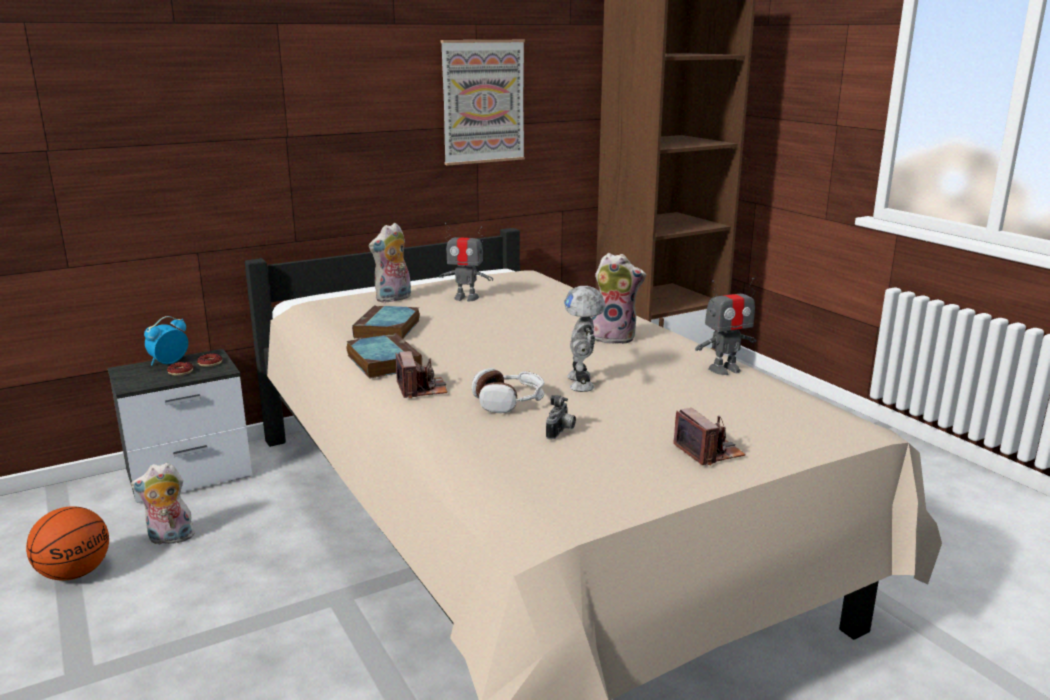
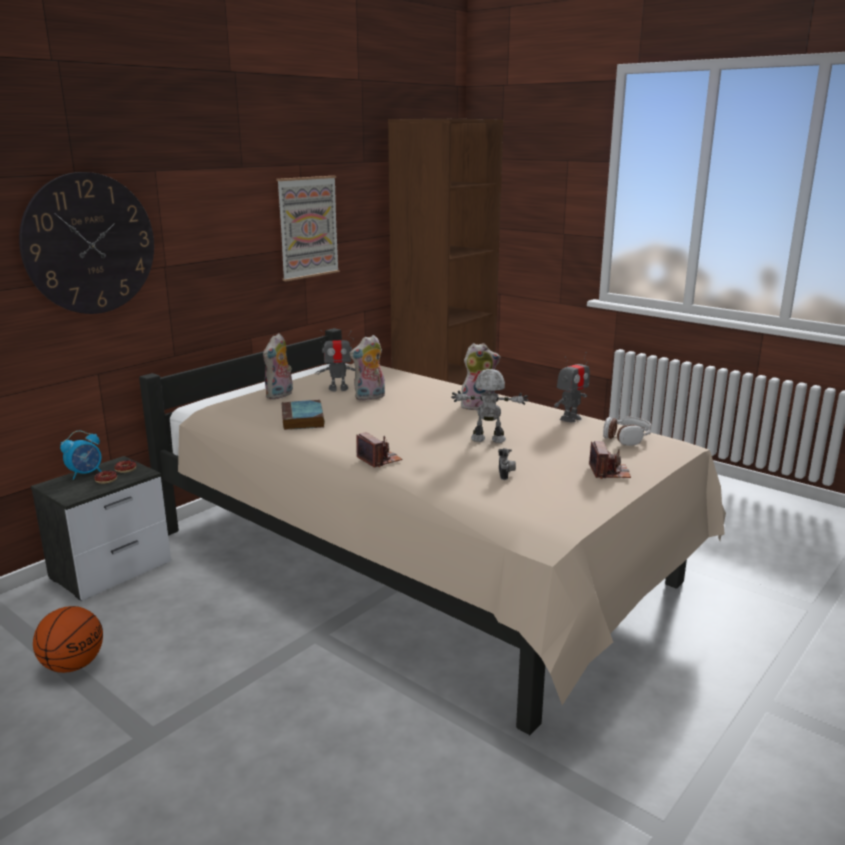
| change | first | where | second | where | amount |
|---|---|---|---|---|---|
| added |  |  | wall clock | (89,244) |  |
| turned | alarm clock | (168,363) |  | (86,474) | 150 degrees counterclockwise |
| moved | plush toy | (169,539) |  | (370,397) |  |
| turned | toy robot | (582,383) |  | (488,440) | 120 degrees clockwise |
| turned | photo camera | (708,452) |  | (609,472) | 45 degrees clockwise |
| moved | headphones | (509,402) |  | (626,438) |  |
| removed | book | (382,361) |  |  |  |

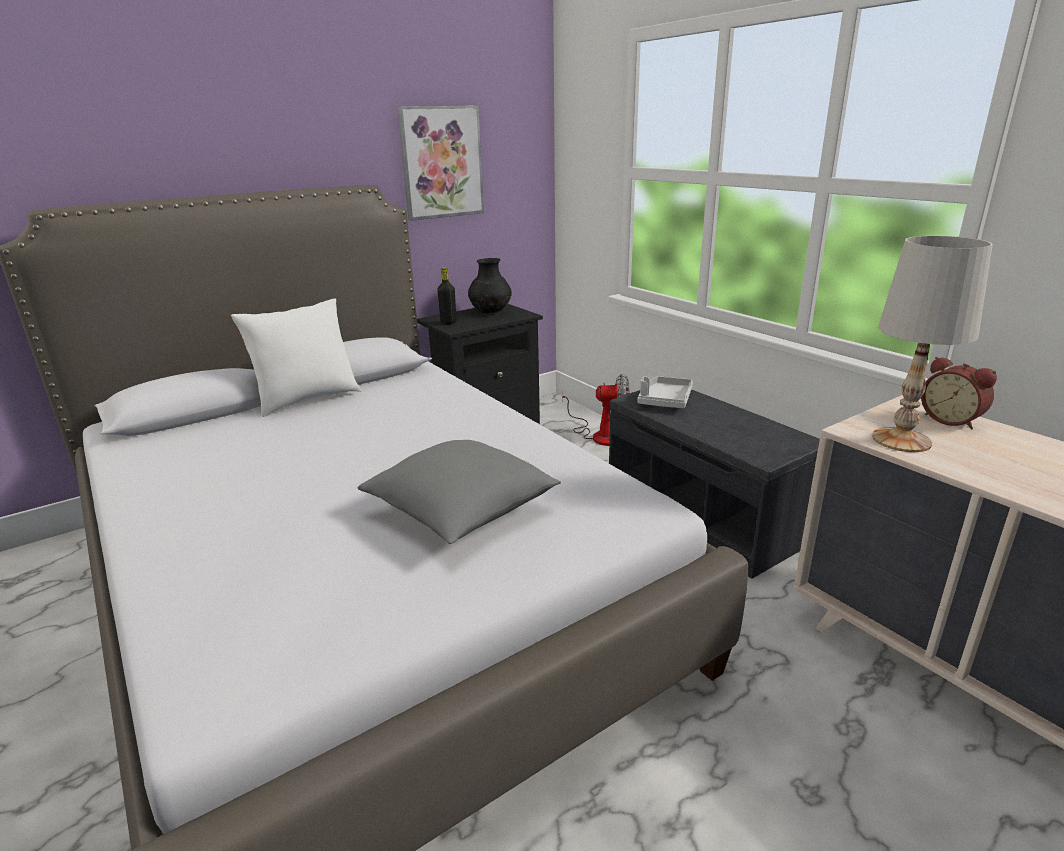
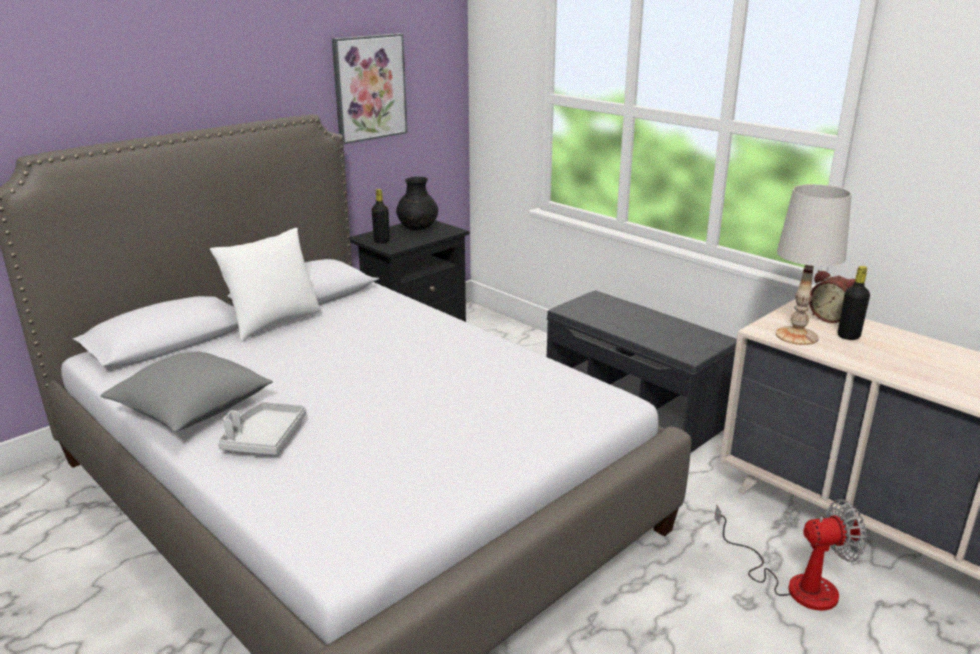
| change | first | where | second | where | amount |
|---|---|---|---|---|---|
| moved | grey pillow | (462,512) |  | (192,411) |  |
| moved | grey tray | (665,400) |  | (264,438) |  |
| moved | fan | (600,435) |  | (795,583) |  |
| added |  |  | black bottle | (848,336) |  |

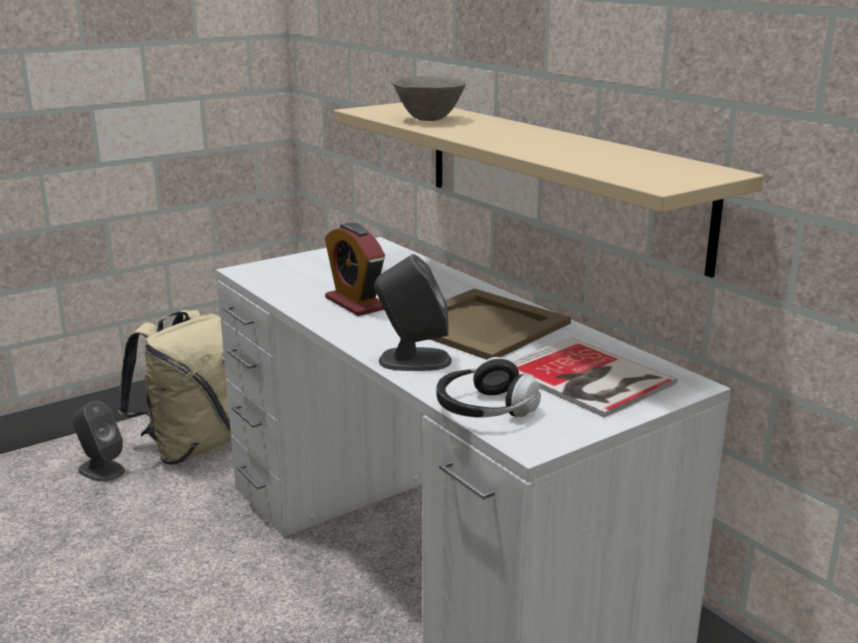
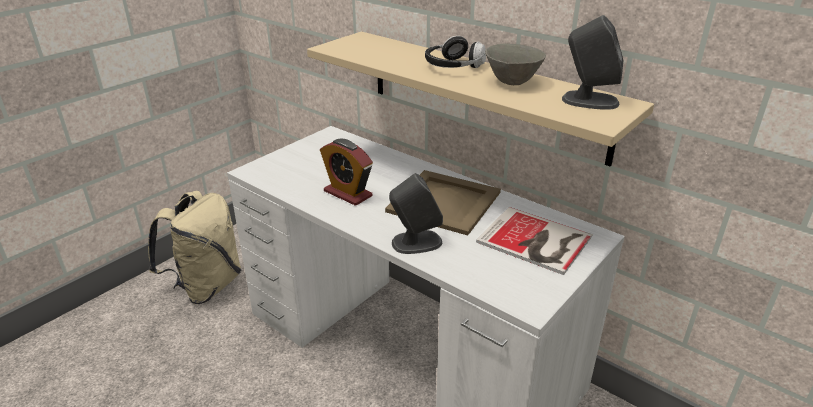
| change | first | where | second | where | amount |
|---|---|---|---|---|---|
| moved | headphones | (484,409) |  | (453,66) |  |
| moved | grey bowl | (429,119) |  | (513,82) |  |
| moved | grey speaker | (101,470) |  | (589,101) |  |

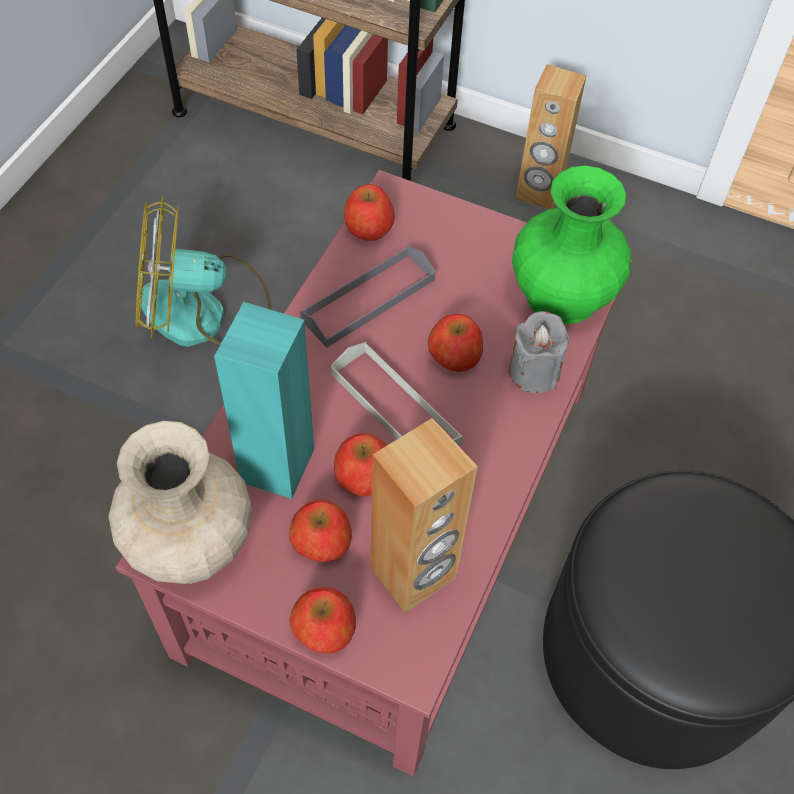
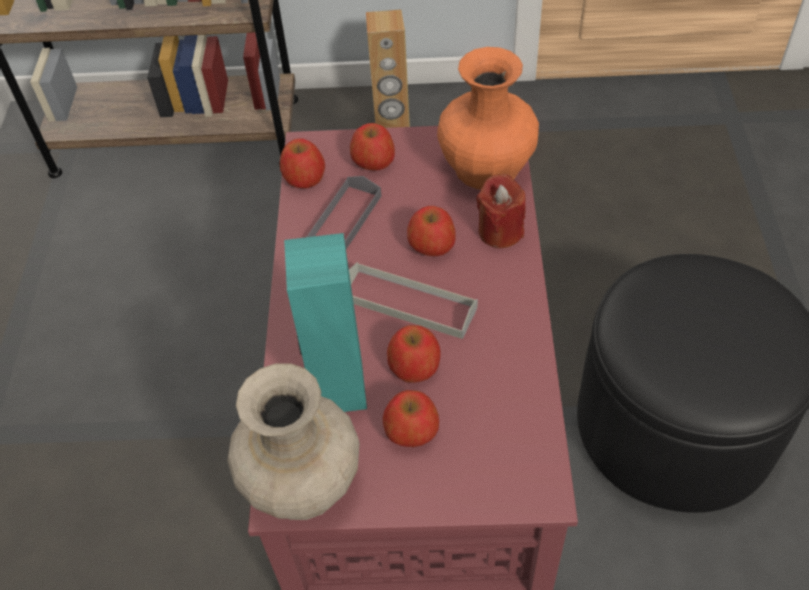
| change | first | where | second | where | amount |
|---|---|---|---|---|---|
| moved | apple | (324,628) |  | (373,161) |  |
| recoloured | green vase | (561,293) | orange vase | (485,166) |  |
| recoloured | grey candle | (534,372) | red candle | (500,231) |  |
| removed | fan | (204,313) |  |  |  |
| removed | brown speaker | (414,574) |  |  |  |

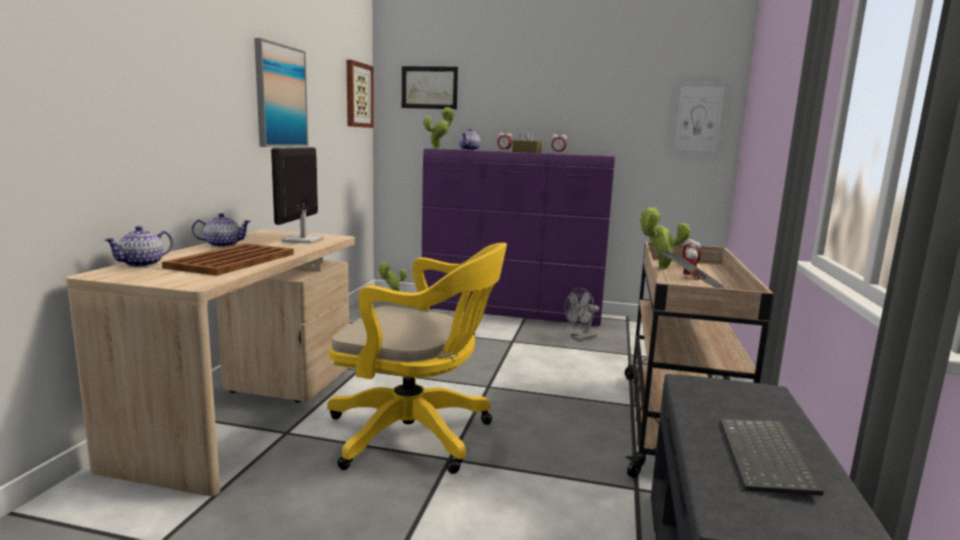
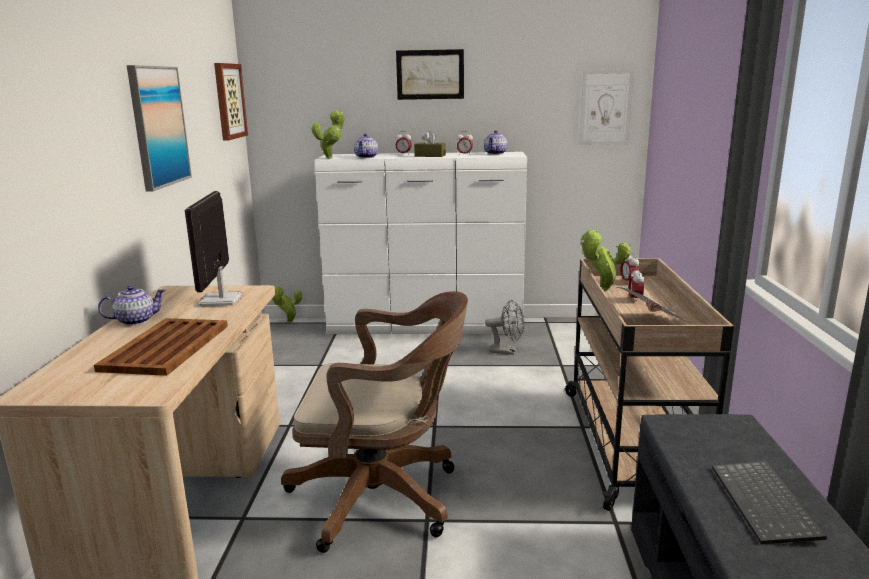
| change | first | where | second | where | amount |
|---|---|---|---|---|---|
| recoloured | yellow office chair | (417,435) | brown office chair | (383,497) |  |
| recoloured | purple dresser | (512,313) | white dresser | (426,328) |  |
| moved | picture | (429,87) |  | (430,74) |  |
| moved | teapot | (143,264) |  | (496,153) |  |
| turned | grey fan | (580,338) |  | (507,351) | 120 degrees counterclockwise |

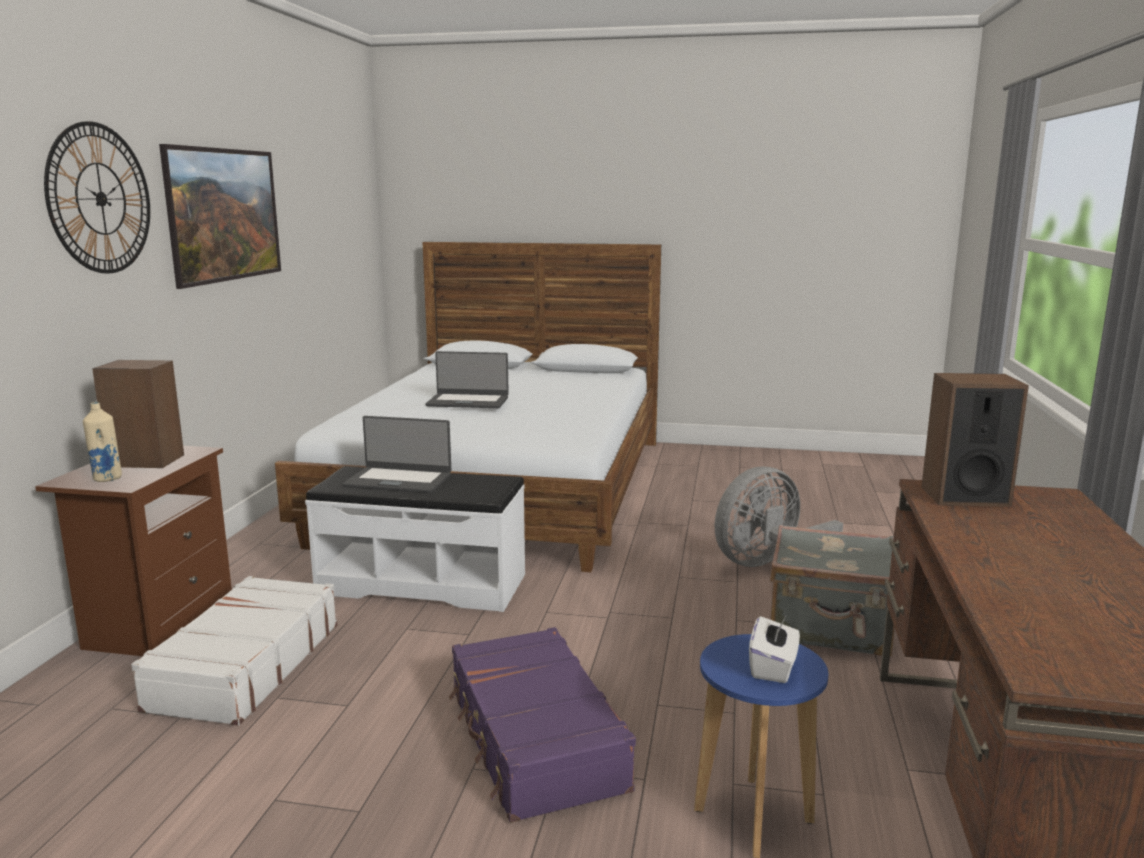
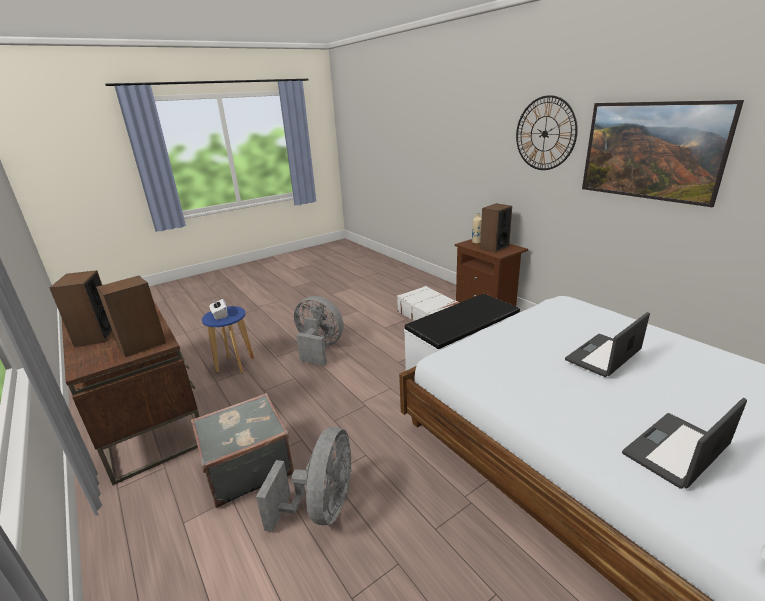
| change | first | where | second | where | amount |
|---|---|---|---|---|---|
| added |  |  | speaker | (95,336) |  |
| replaced | purple suitcase | (534,740) | grey fan | (319,348) |  |
| moved | laptop | (399,480) |  | (677,450) |  |

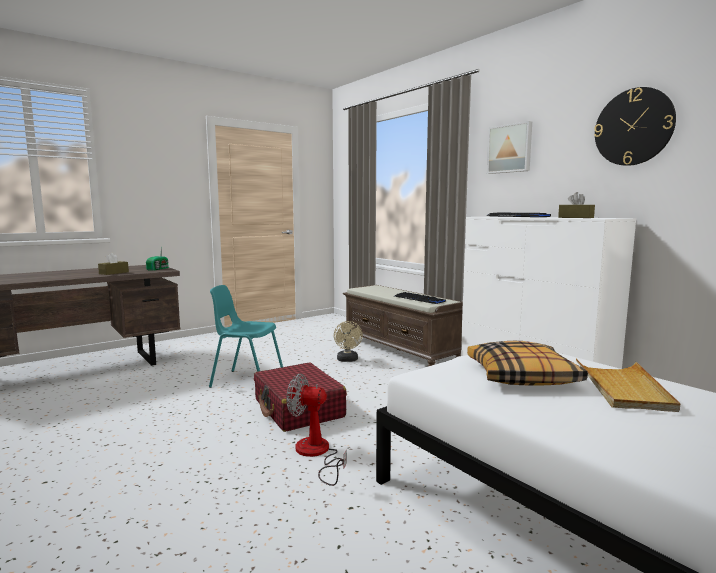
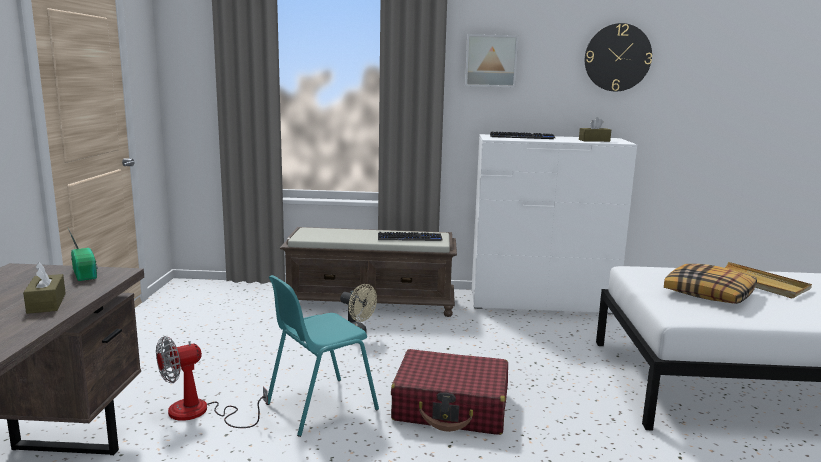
| change | first | where | second | where | amount |
|---|---|---|---|---|---|
| moved | fan | (316,454) |  | (200,413) |  |

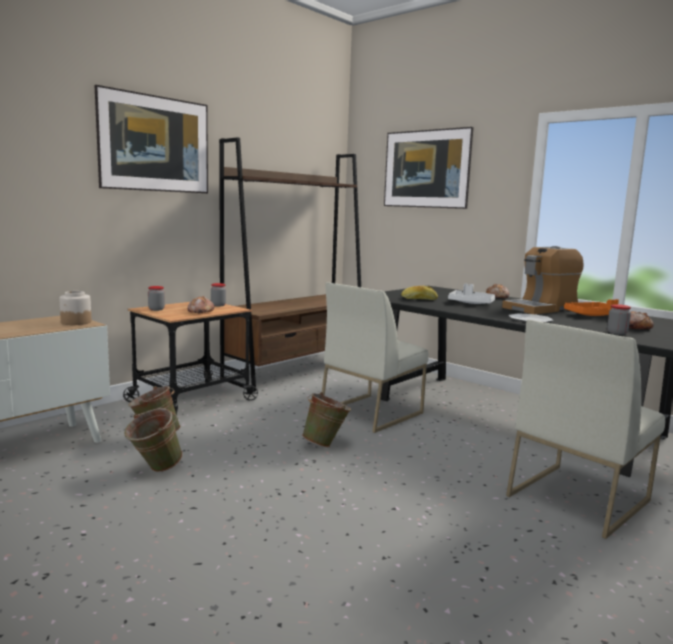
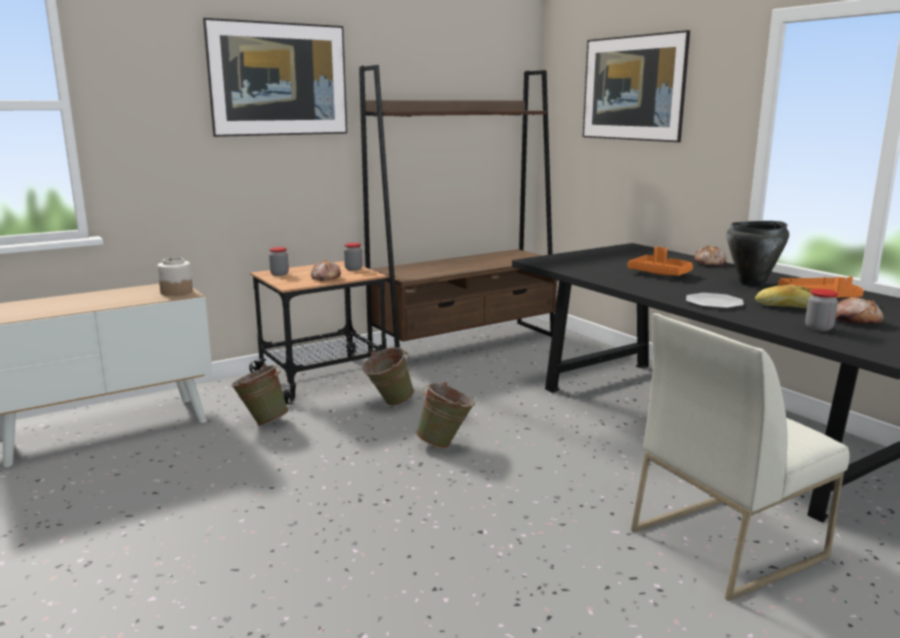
| change | first | where | second | where | amount |
|---|---|---|---|---|---|
| moved | green bucket | (154,469) |  | (388,403) |  |
| recoloured | white tray | (471,303) | orange tray | (660,273) |  |
| replaced | coffee machine | (541,308) | black cooking pot | (752,284) |  |
| moved | bread | (419,299) |  | (785,307) |  |
| removed | white chair | (371,412) |  |  |  |

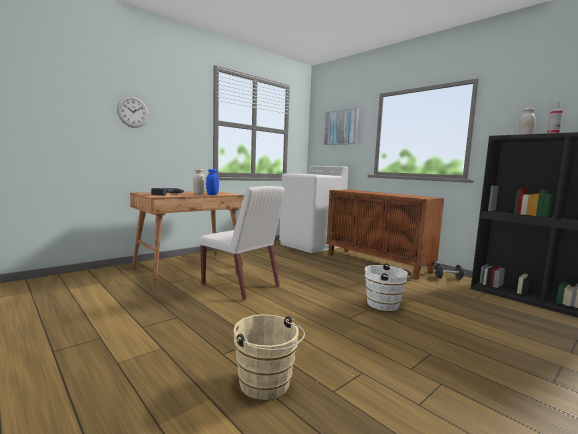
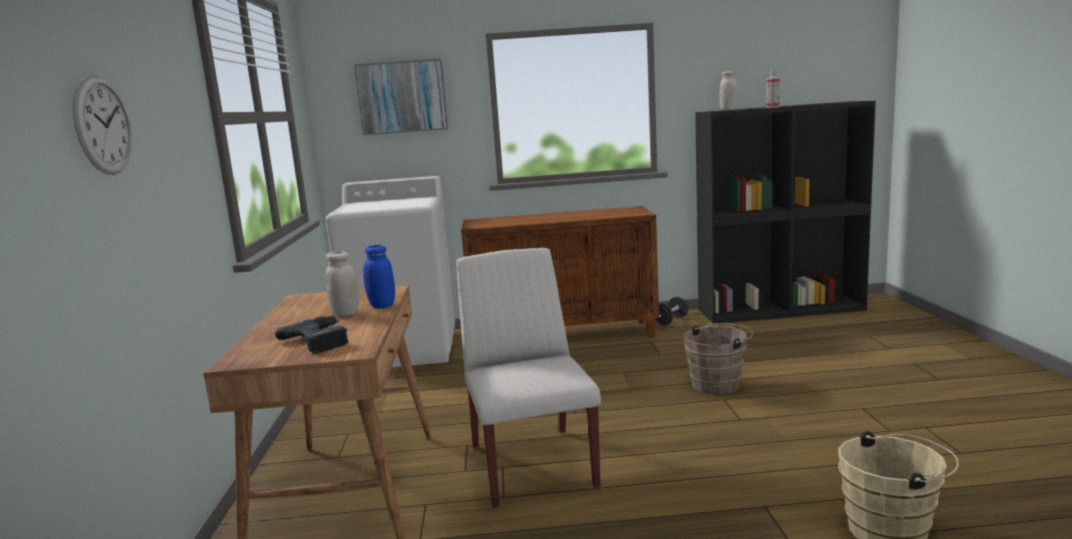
| change | first | where | second | where | amount |
|---|---|---|---|---|---|
| turned | white chair | (241,285) |  | (531,464) | 90 degrees counterclockwise |
| recoloured | white bucket | (386,305) | brown bucket | (719,384) |  |

